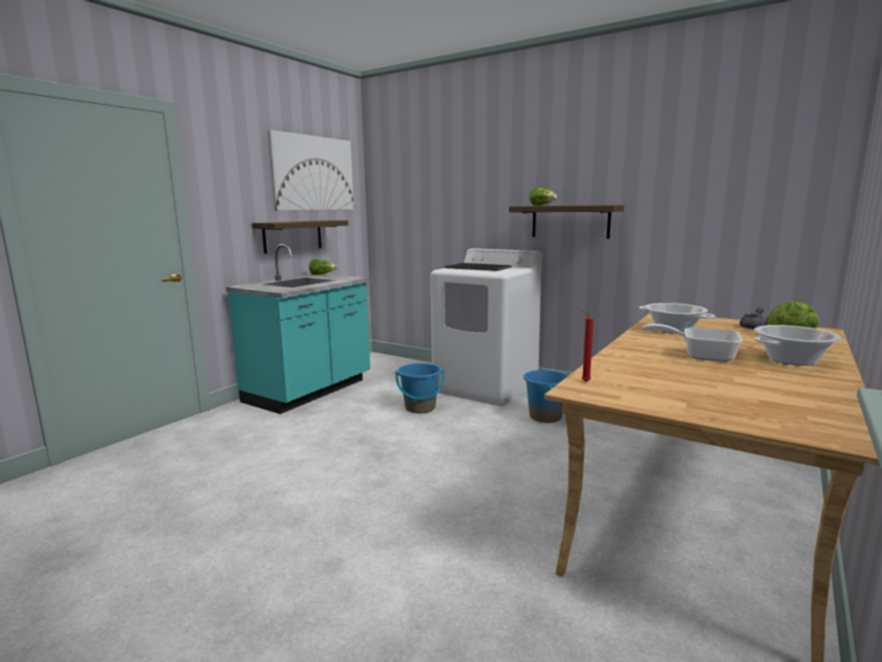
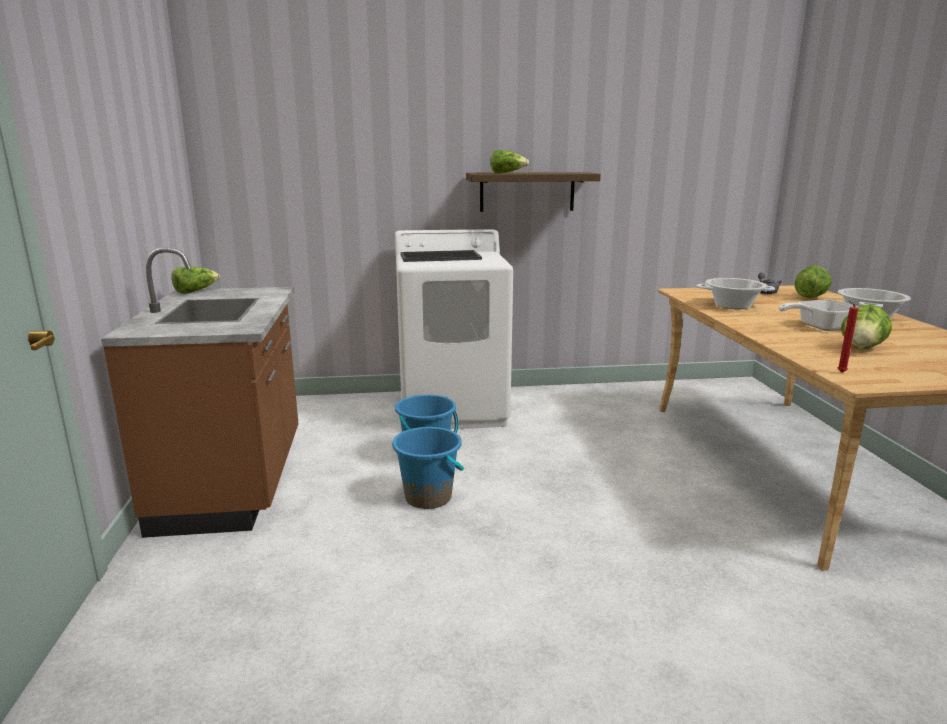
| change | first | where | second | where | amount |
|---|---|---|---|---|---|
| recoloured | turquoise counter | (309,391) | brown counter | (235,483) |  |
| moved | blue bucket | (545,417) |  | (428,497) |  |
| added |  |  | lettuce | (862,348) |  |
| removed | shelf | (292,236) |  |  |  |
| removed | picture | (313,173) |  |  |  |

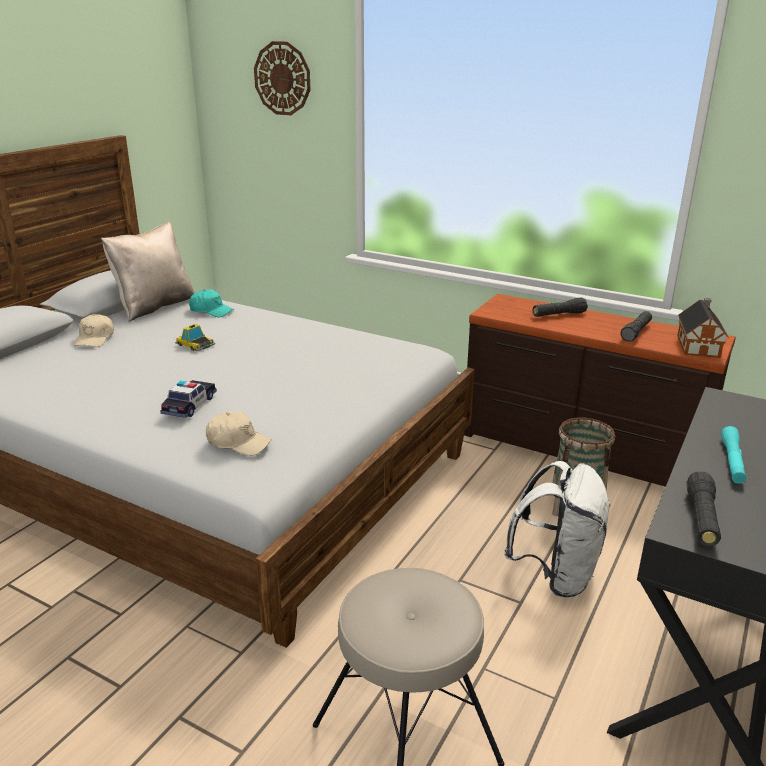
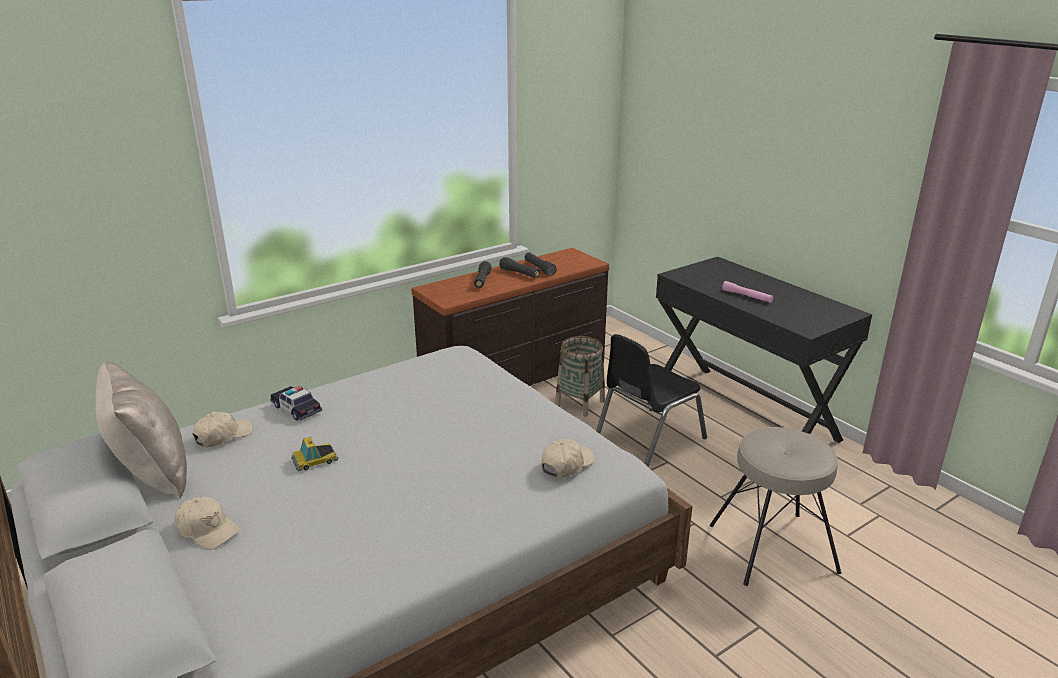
| change | first | where | second | where | amount |
|---|---|---|---|---|---|
| recoloured | turquoise cap | (211,311) | beige cap | (223,436) |  |
| moved | toy car | (189,405) |  | (296,408) |  |
| moved | black flashlight | (701,519) |  | (519,274) |  |
| replaced | white backpack | (555,574) | black chair | (648,439) |  |
| recoloured | turquoise flashlight | (732,461) | pink flashlight | (747,296) |  |
| removed | wall clock | (282,78) |  |  |  |
| removed | toy house | (698,345) |  |  |  |

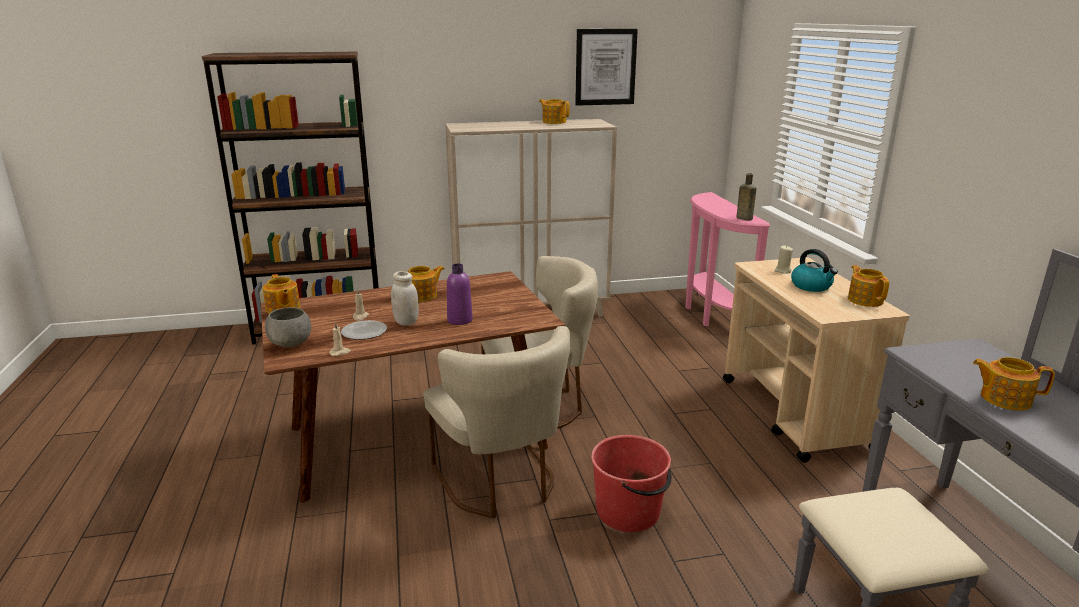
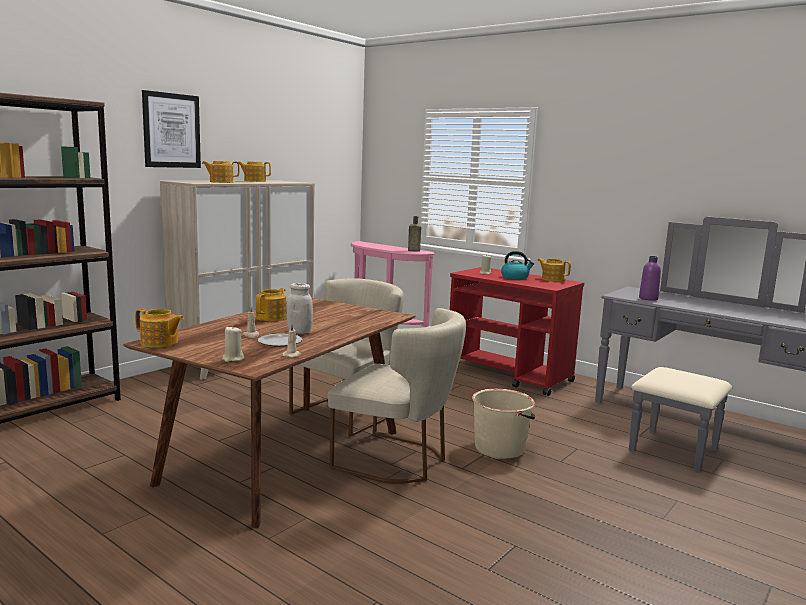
| change | first | where | second | where | amount |
|---|---|---|---|---|---|
| moved | picture | (605,67) |  | (171,130) |  |
| moved | teapot | (1004,398) |  | (221,182) |  |
| replaced | grey bowl | (291,343) | beige candle | (233,359) |  |
| recoloured | beige cart | (795,414) | red cart | (509,375) |  |
| recoloured | red bucket | (629,512) | beige bucket | (500,447) |  |
| moved | purple bottle | (460,320) |  | (648,298) |  |

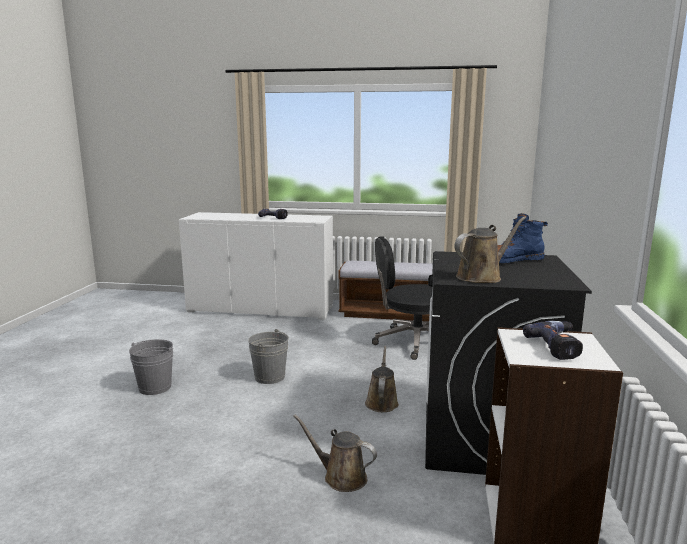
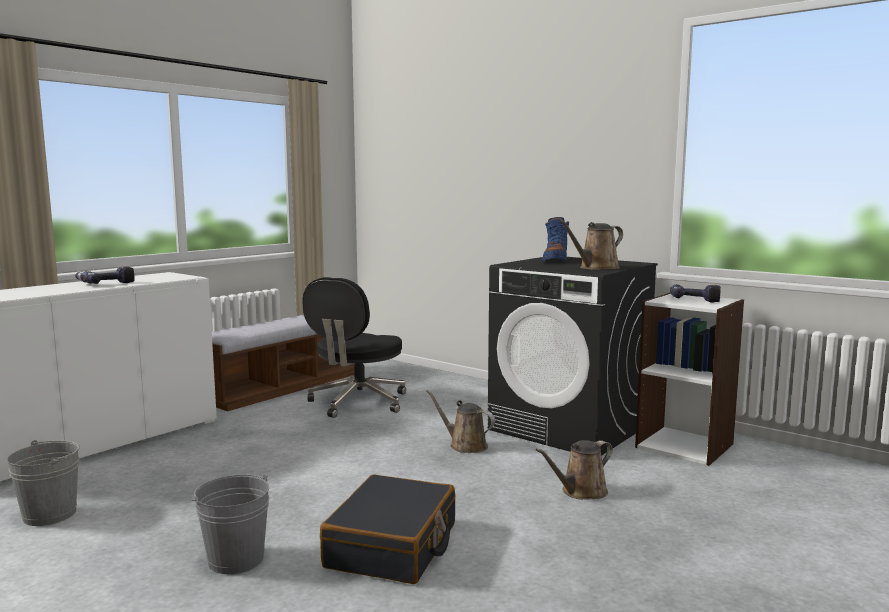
| change | first | where | second | where | amount |
|---|---|---|---|---|---|
| moved | grey bucket | (269,377) |  | (50,514) |  |
| added |  |  | black suitcase | (393,546) |  |
| turned | brown watering can | (482,277) |  | (596,268) | 120 degrees counterclockwise |

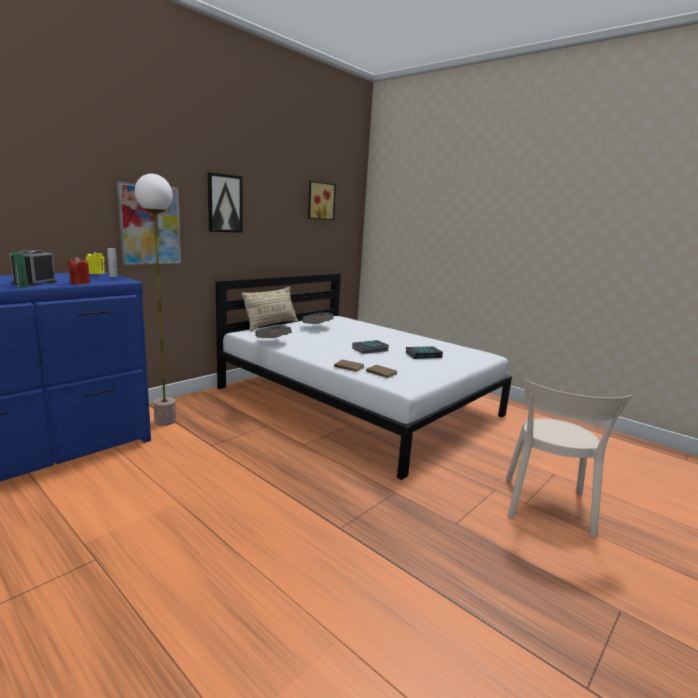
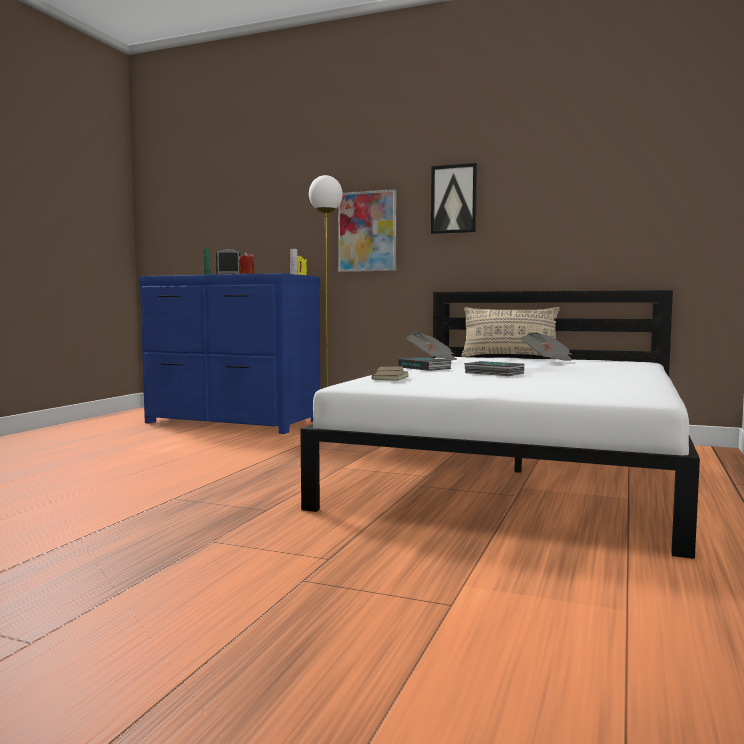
| change | first | where | second | where | amount |
|---|---|---|---|---|---|
| moved | book | (423,355) |  | (425,368) |  |
| removed | picture | (320,201) |  |  |  |
| removed | beige chair | (547,508) |  |  |  |

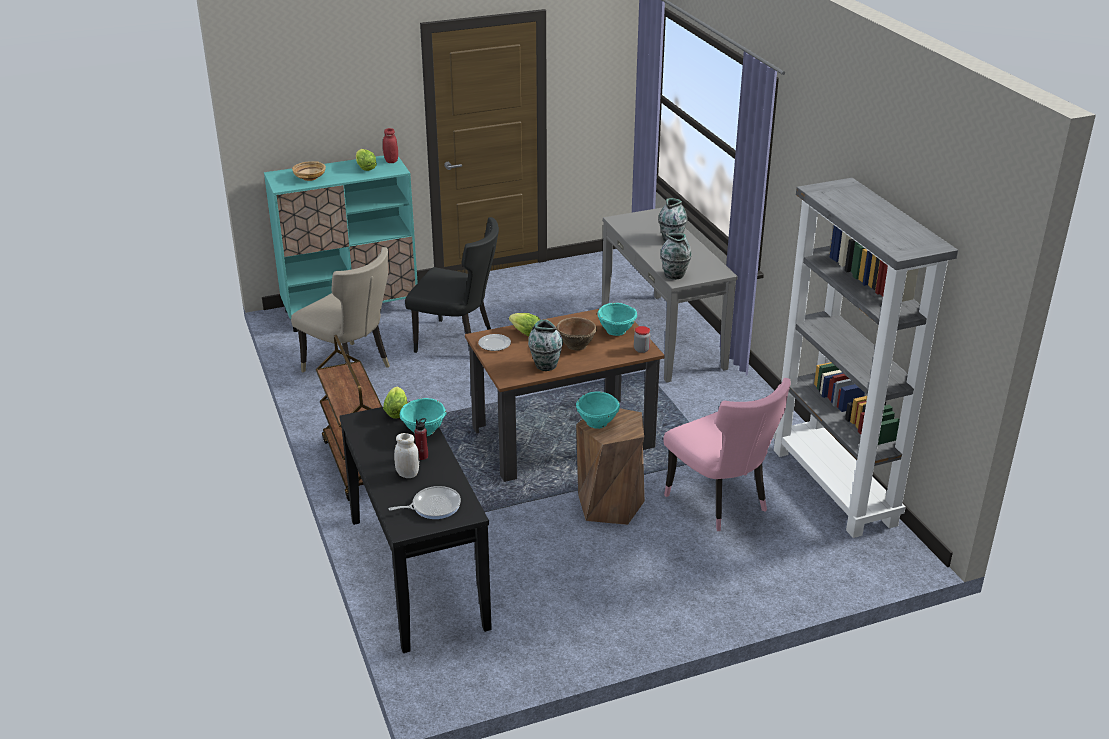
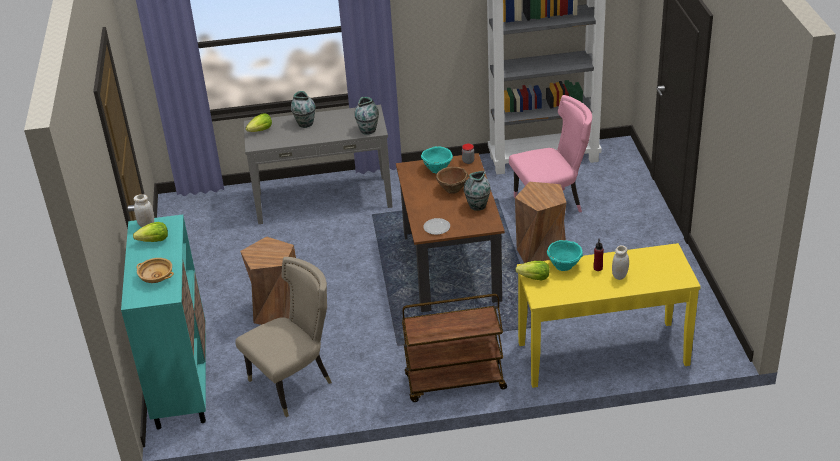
| change | first | where | second | where | amount |
|---|---|---|---|---|---|
| recoloured | red jar | (391,161) | white jar | (146,224) |  |
| replaced | black chair | (457,341) | brown stool | (277,312) |  |
| moved | lettuce | (526,333) |  | (261,130) |  |
| recoloured | black console table | (416,572) | yellow console table | (603,354) |  |
| removed | frying pan | (433,506) |  |  |  |
| removed | turquoise bowl | (597,423) |  |  |  |

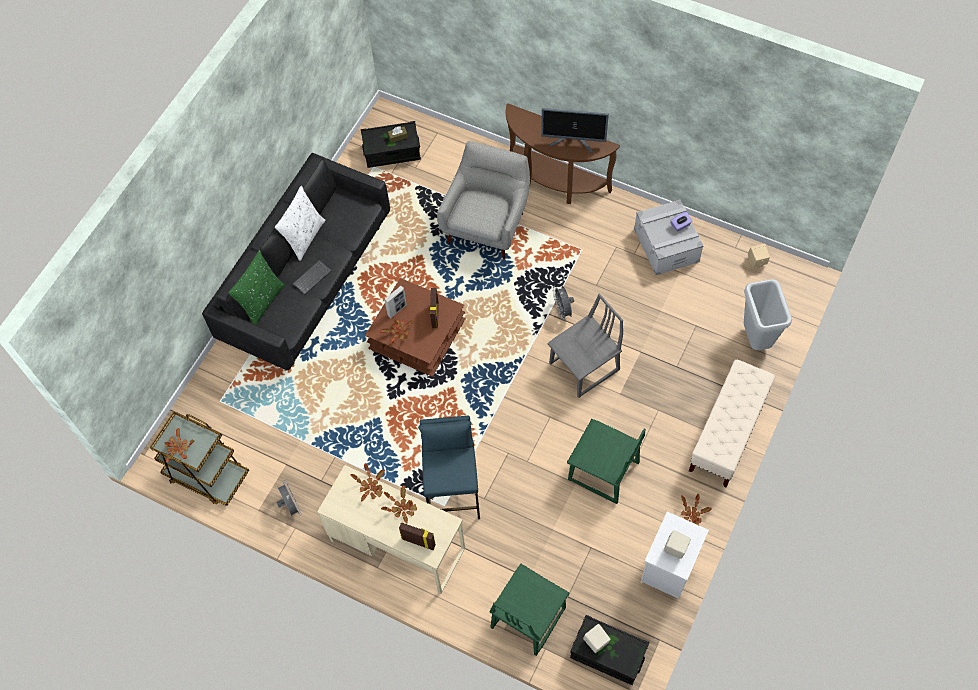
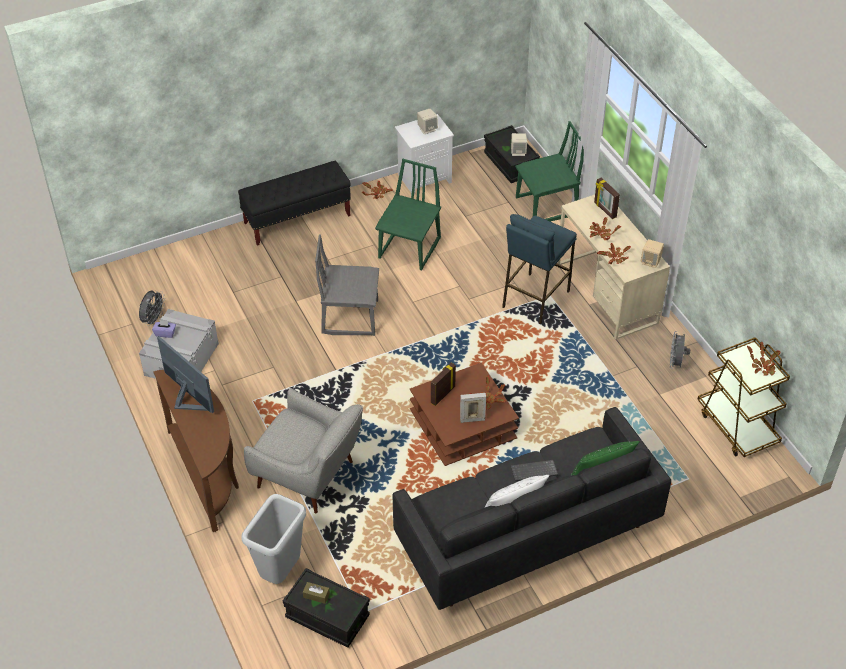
| change | first | where | second | where | amount |
|---|---|---|---|---|---|
| moved | grey fan | (563,311) |  | (153,320) |  |
| recoloured | beige bench | (727,434) | black bench | (297,219) |  |
| moved | grey trash can | (756,339) |  | (280,571) |  |
| turned | grey armchair | (487,225) |  | (309,476) | 120 degrees counterclockwise |
| turned | green chair | (603,472) |  | (410,248) | 45 degrees clockwise |
| moved | beige speaker | (756,261) |  | (651,261) |  |

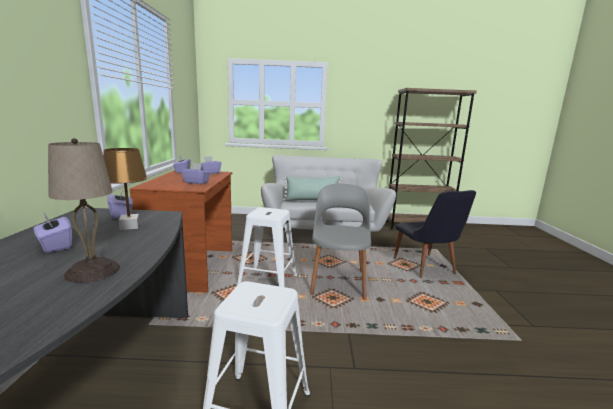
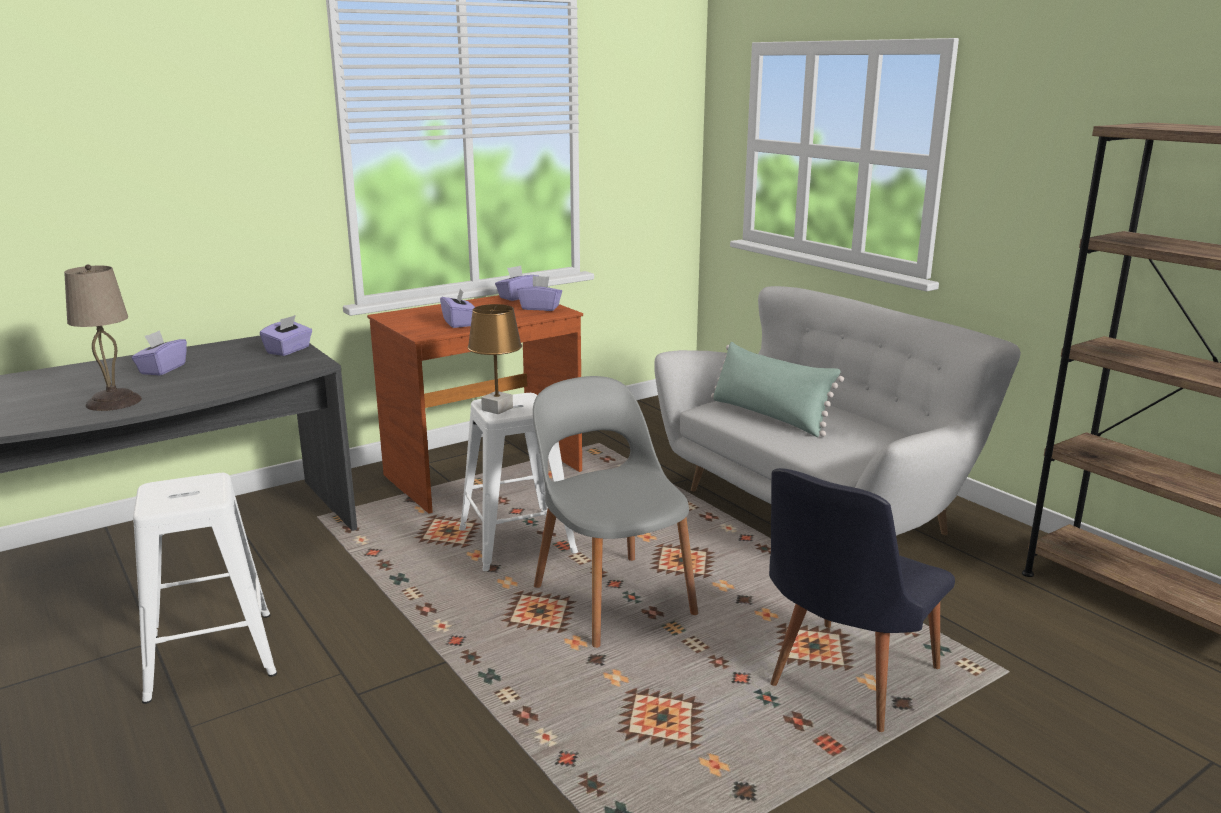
| change | first | where | second | where | amount |
|---|---|---|---|---|---|
| moved | brown table lamp | (130,226) |  | (497,409) |  |
| turned | grey chair | (338,281) |  | (612,597) | 90 degrees counterclockwise |

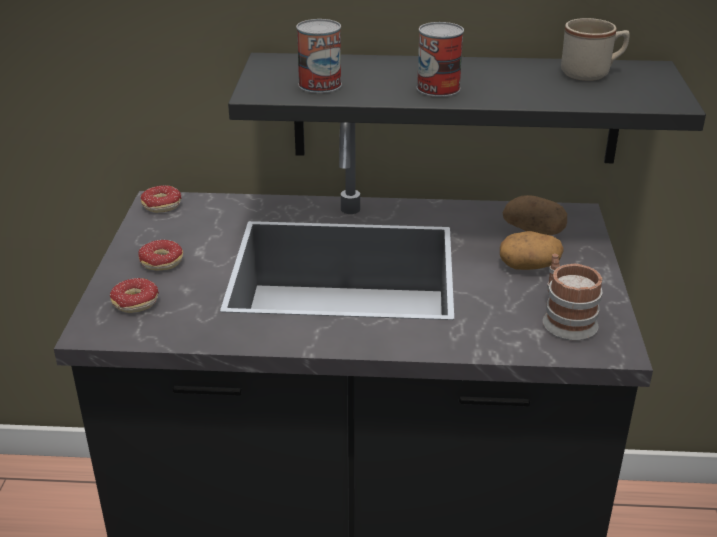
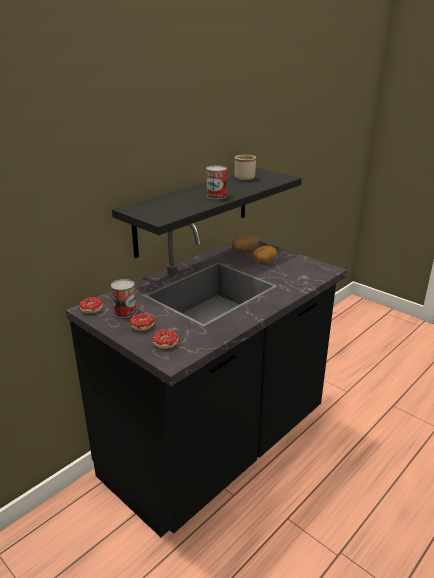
| change | first | where | second | where | amount |
|---|---|---|---|---|---|
| moved | can | (320,85) |  | (125,312) |  |
| removed | mug | (565,319) |  |  |  |

